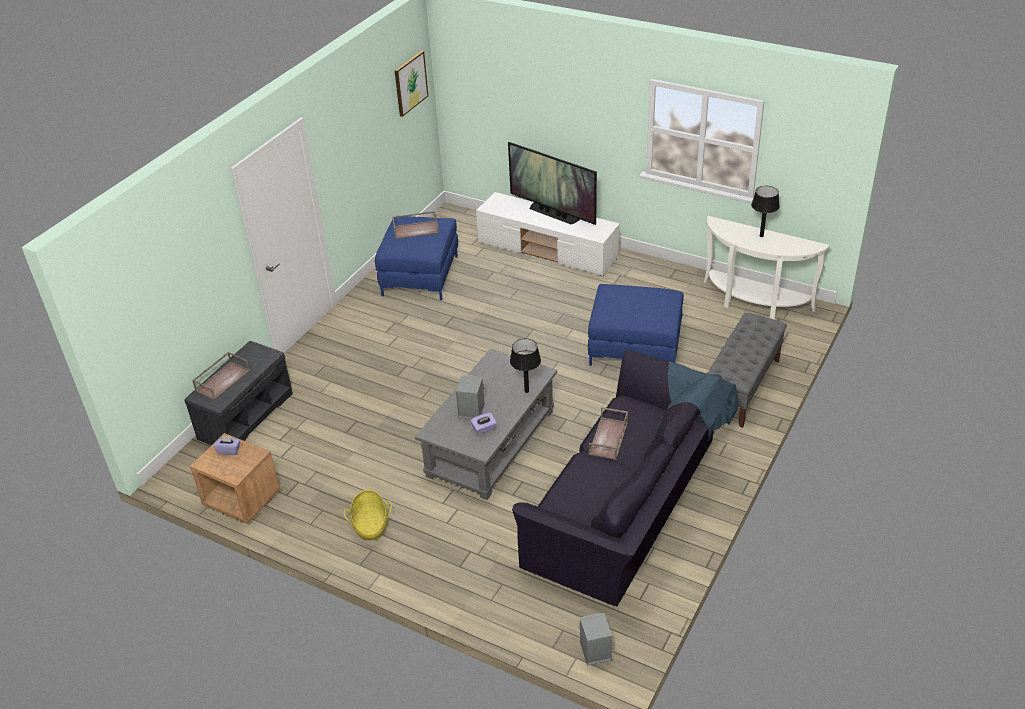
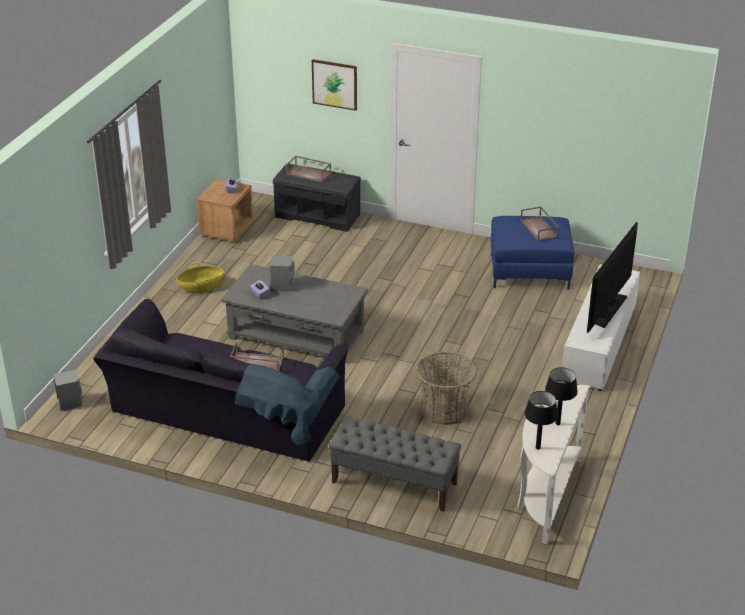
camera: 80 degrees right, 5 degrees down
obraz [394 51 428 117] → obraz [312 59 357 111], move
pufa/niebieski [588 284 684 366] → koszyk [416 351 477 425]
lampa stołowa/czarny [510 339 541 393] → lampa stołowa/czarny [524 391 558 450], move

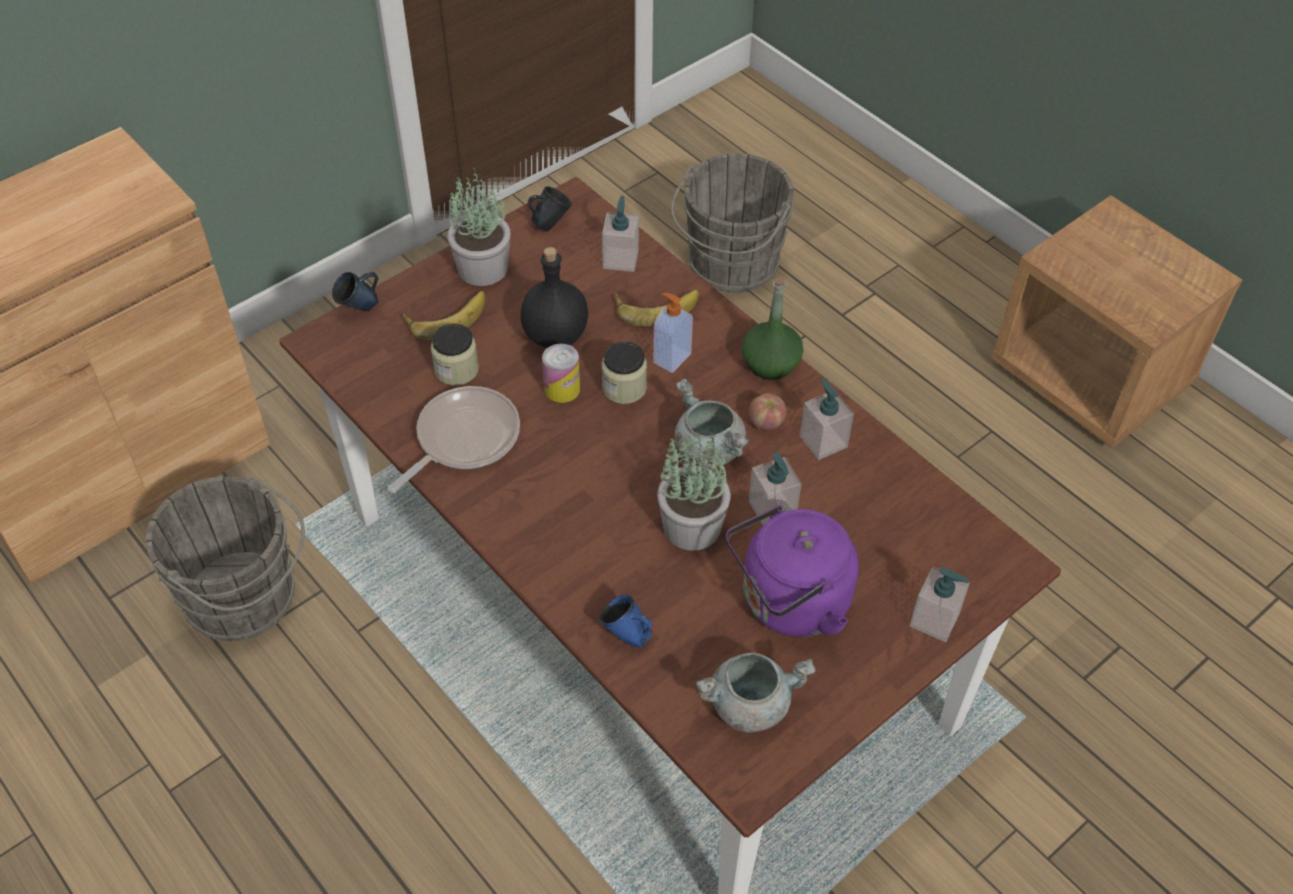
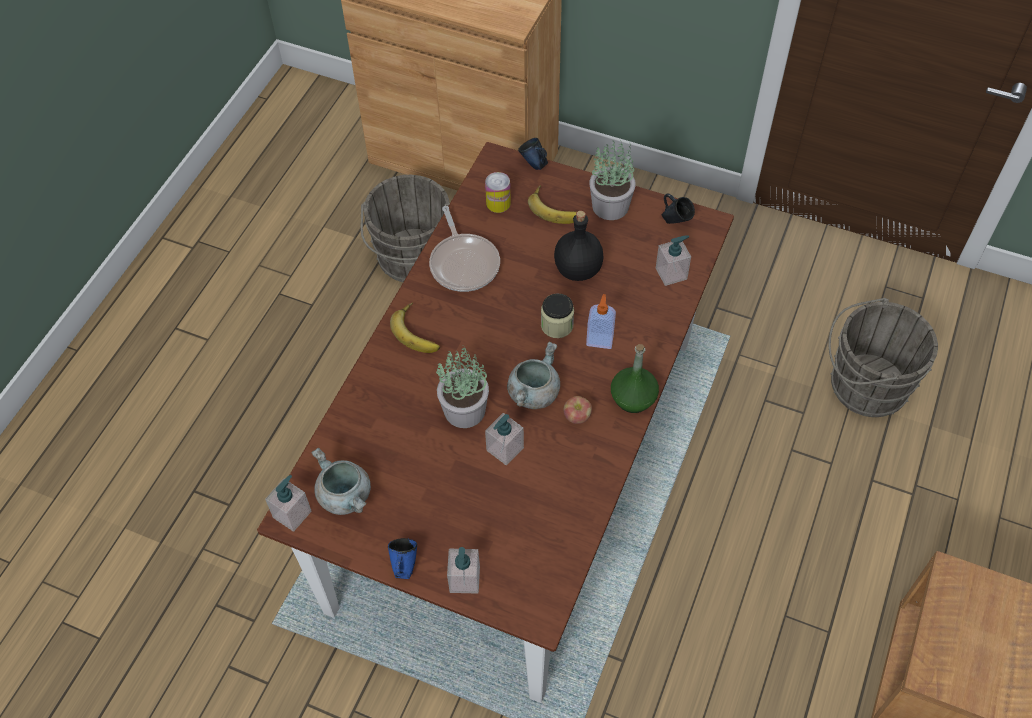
camera: 65 degrees right, 5 degrees up
dozownik mydła [800 378 854 460] → dozownik mydła [265 475 311 532], move
kubek/niebieski [600 595 652 648] → kubek/niebieski [388 538 417 579], move
banan [615 290 699 327] → banan [390 302 440 353], move
patelnia [388 386 520 493] → patelnia [429 206 500 292], 60 degrees clockwise
puszka [542 344 580 403] → puszka [485 172 511 213], move
słoik [431 323 479 385] → -
czajnik/fioletowy [726 505 859 637] → -

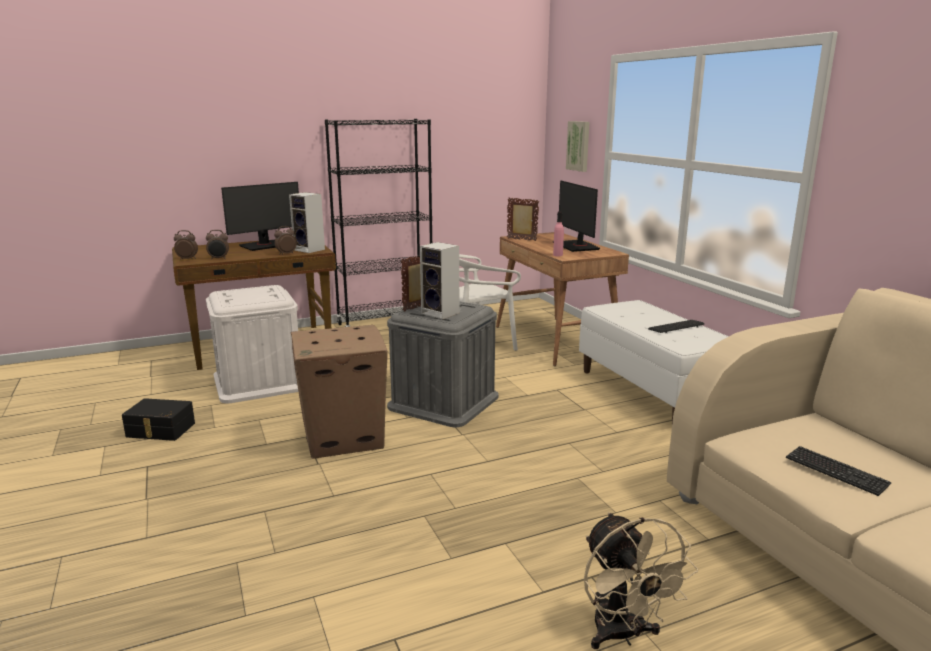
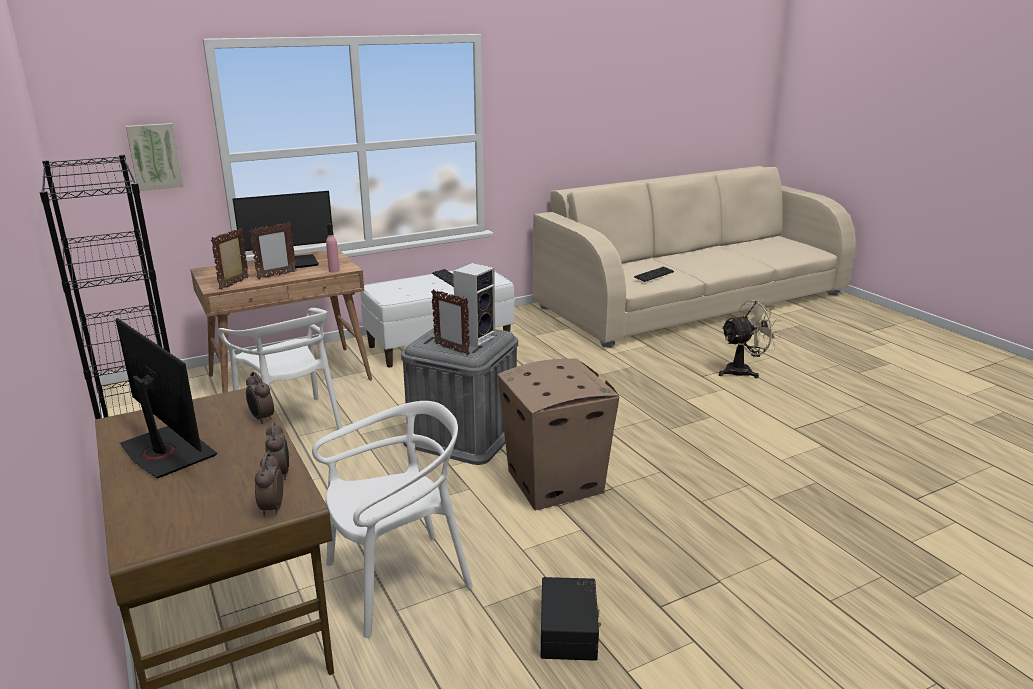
camera: 95 degrees left, 5 degrees up
- → ramka na zdjęcie [249 222 297 279]
pojemnik do przechowywania/biały [206 285 298 403] → krzesło/biały [312 401 473 638]
głośnik [289 192 325 253] → -

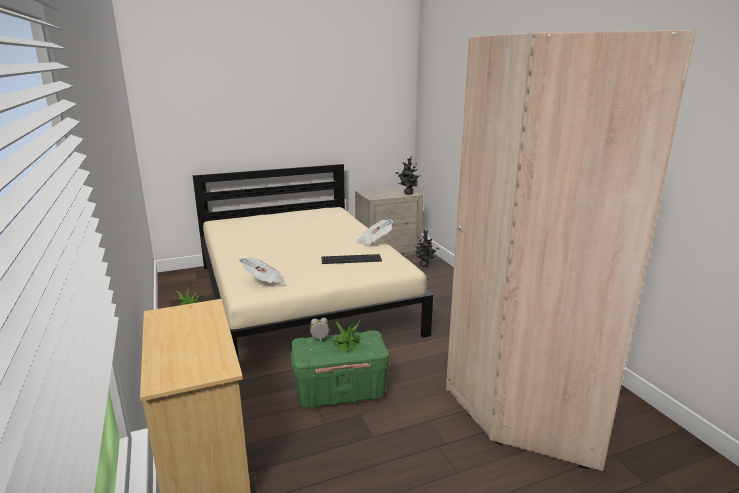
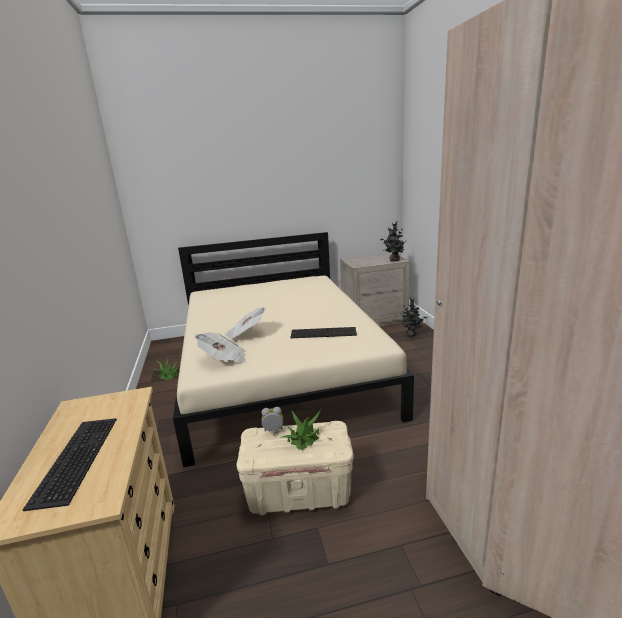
camera: 10 degrees right, 0 degrees up
- → klawiatura [22 418 117 511]
gazeta [355 219 394 246] → gazeta [225 307 266 340], move
pojemnik do przechowywania/zielony [291 330 390 409] → pojemnik do przechowywania/beżowy [236 421 354 516]

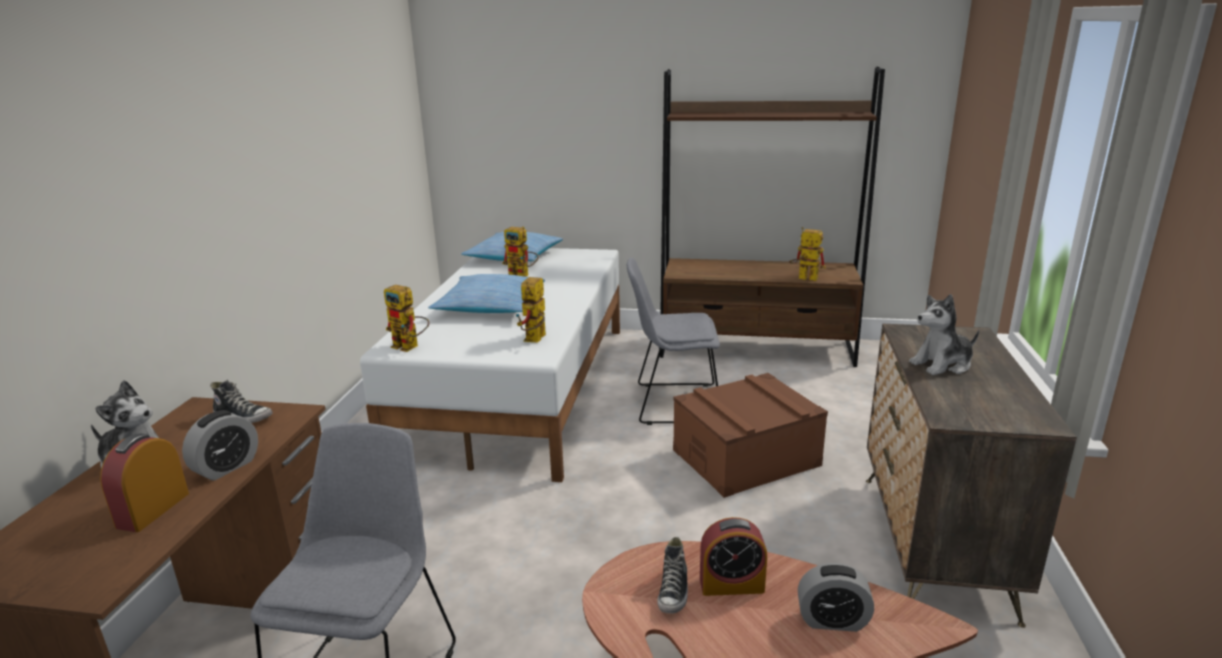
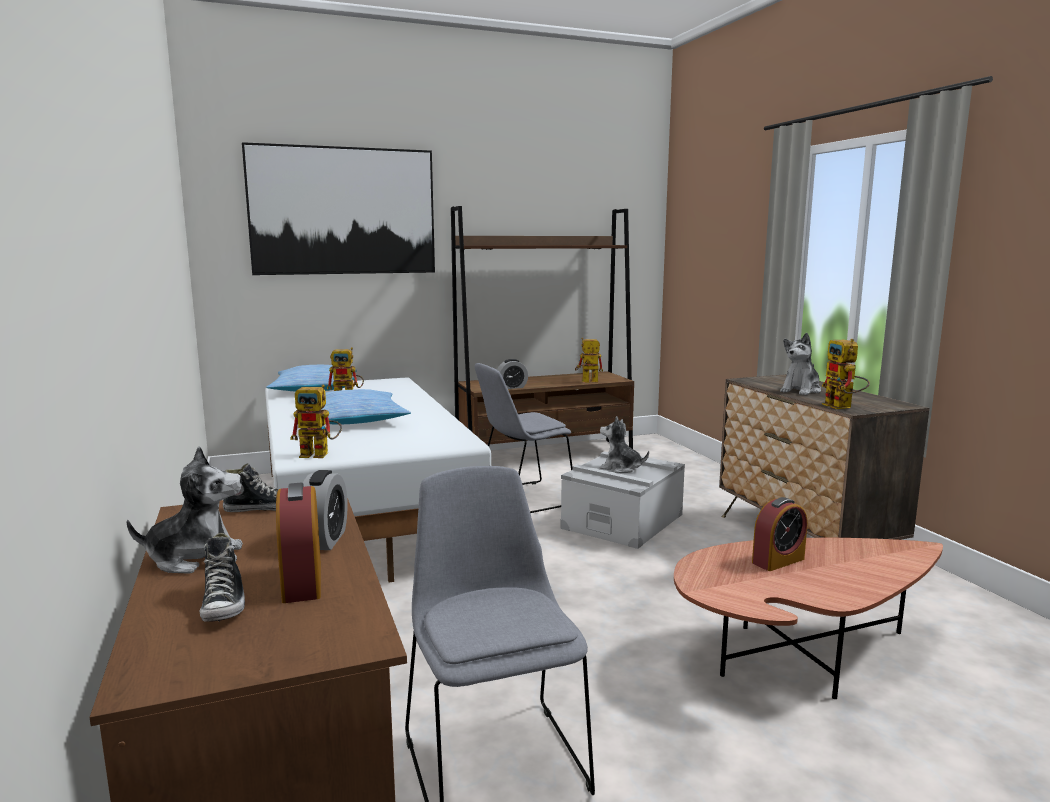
camera: 30 degrees left, 10 degrees down
but [657 537 688 614] → but [200 533 245 622], move
- → obraz [242 142 435 275]
budzik [798 563 874 632] → budzik [497 359 528 389], move
pojemnik do przechowywania/brązowy [673 373 828 498] → pojemnik do przechowywania/szary [560 451 685 549]
- → pluszak [600 416 649 473]
robot zabawkowy [516 277 546 343] → robot zabawkowy [822 339 870 409], move

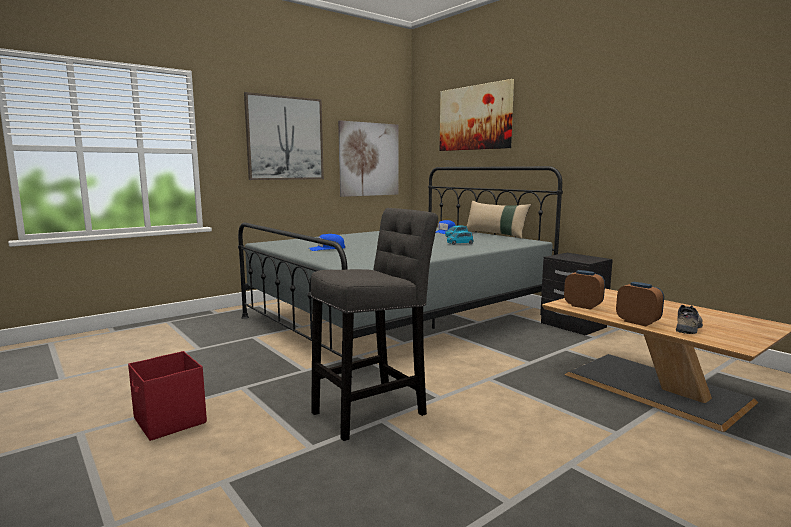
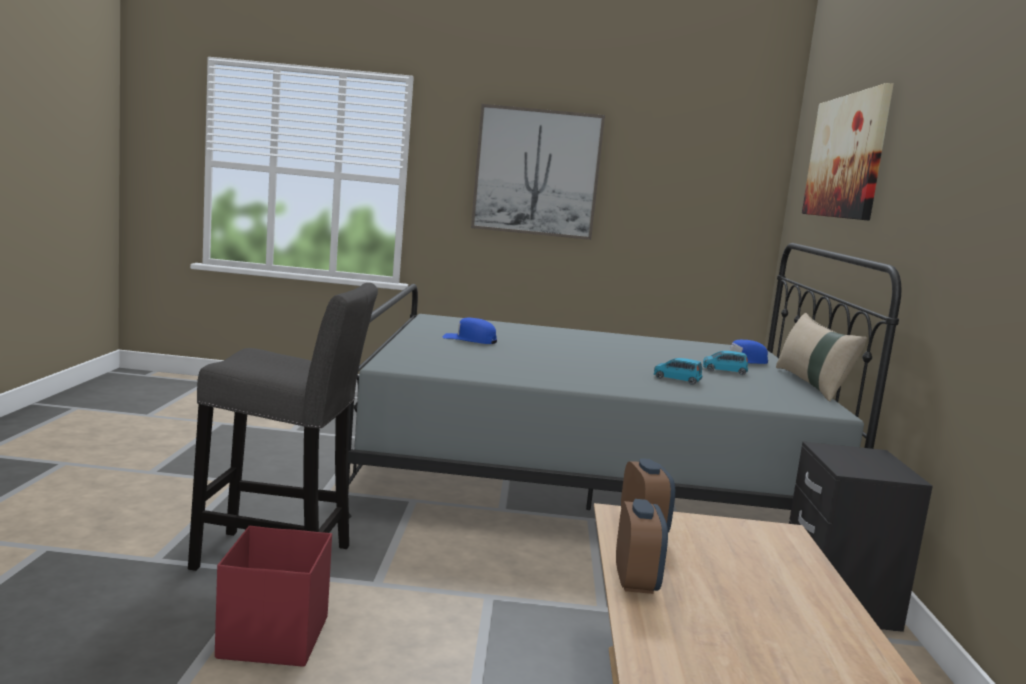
camera: 40 degrees right, 0 degrees up
pojemnik do przechowywania/czerwony [128 351 207 441] → pojemnik do przechowywania/czerwony [215 526 332 667], move
obraz [338 120 399 197] → -
but [676 305 703 334] → -

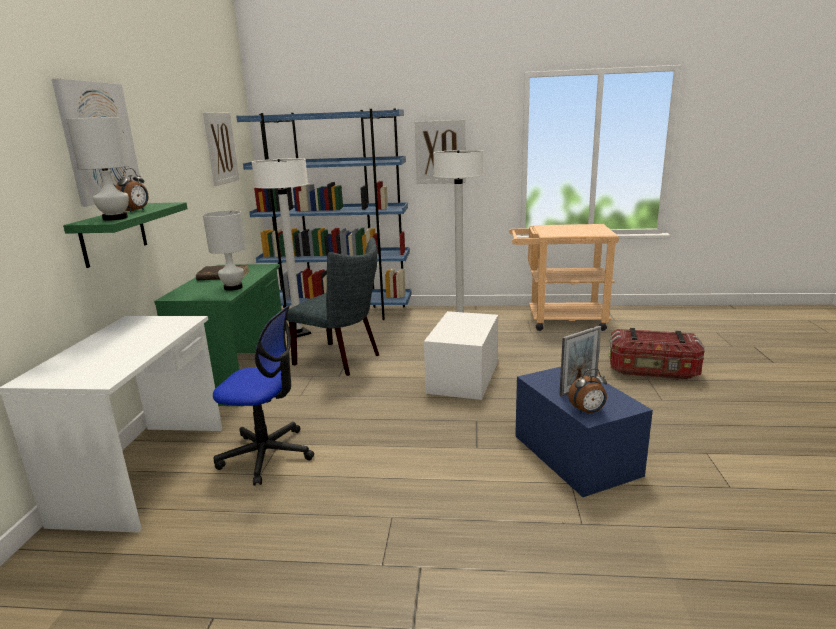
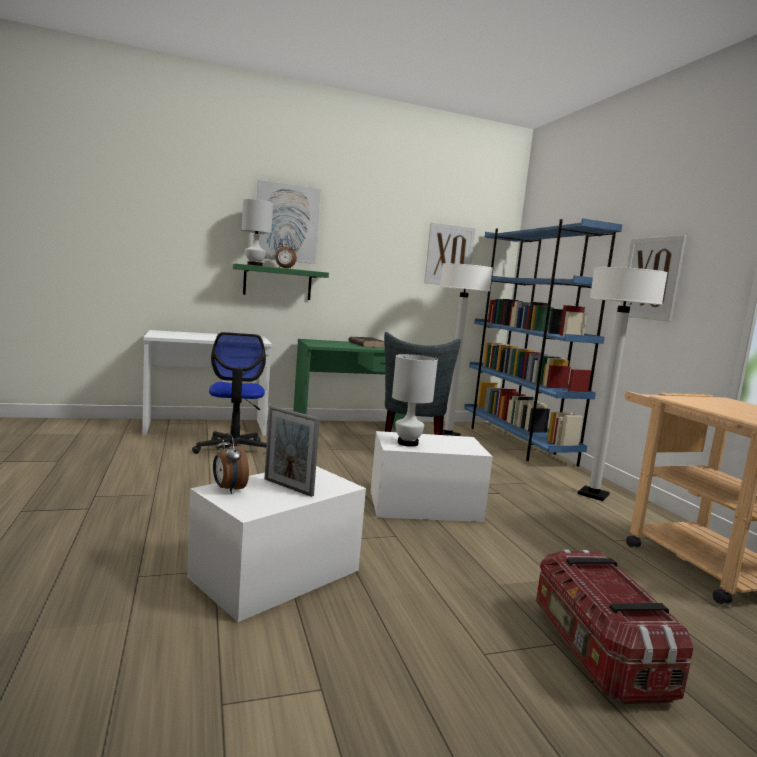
camera: 65 degrees right, 10 degrees down
pojemnik do przechowywania/niebieski [515 367 653 497] → pojemnik do przechowywania/biały [187 466 366 622]
lampa stołowa/biały [203 211 246 291] → lampa stołowa/biały [392 354 438 447], move

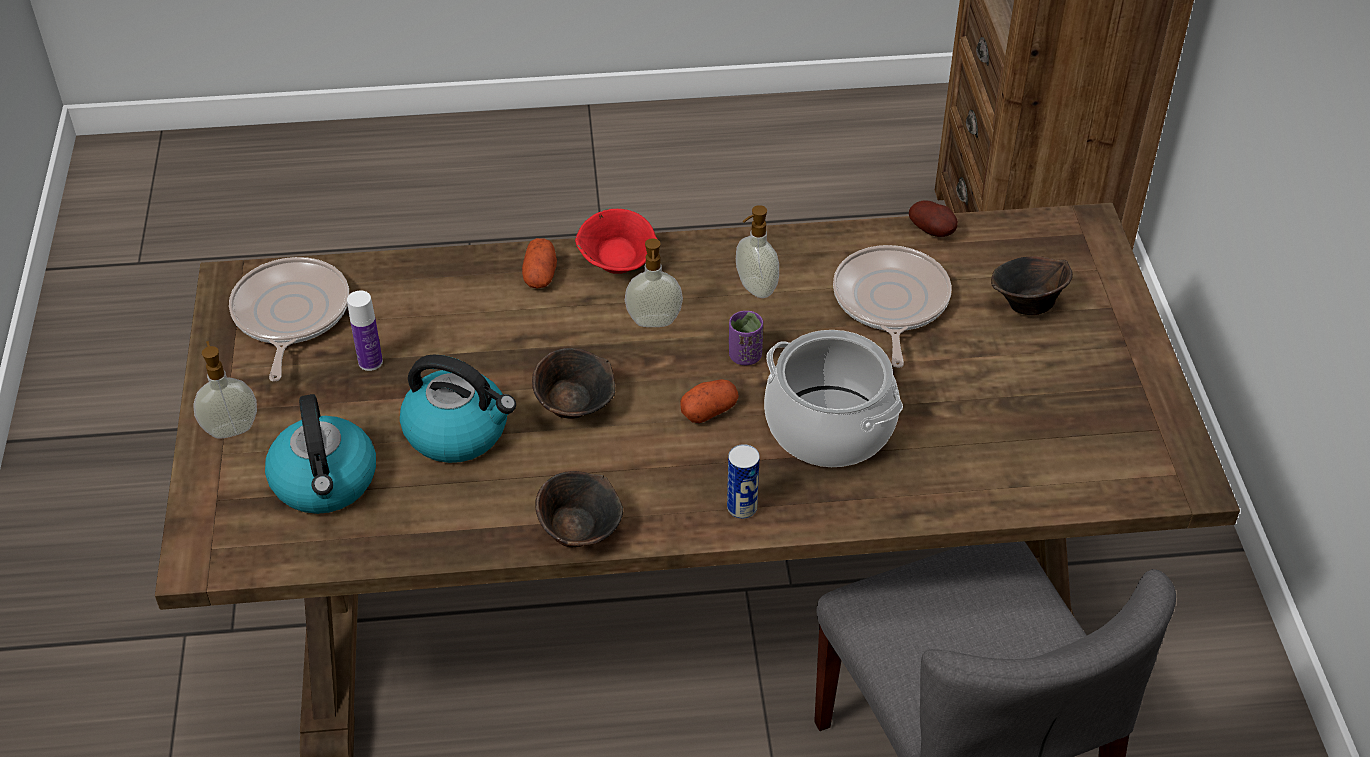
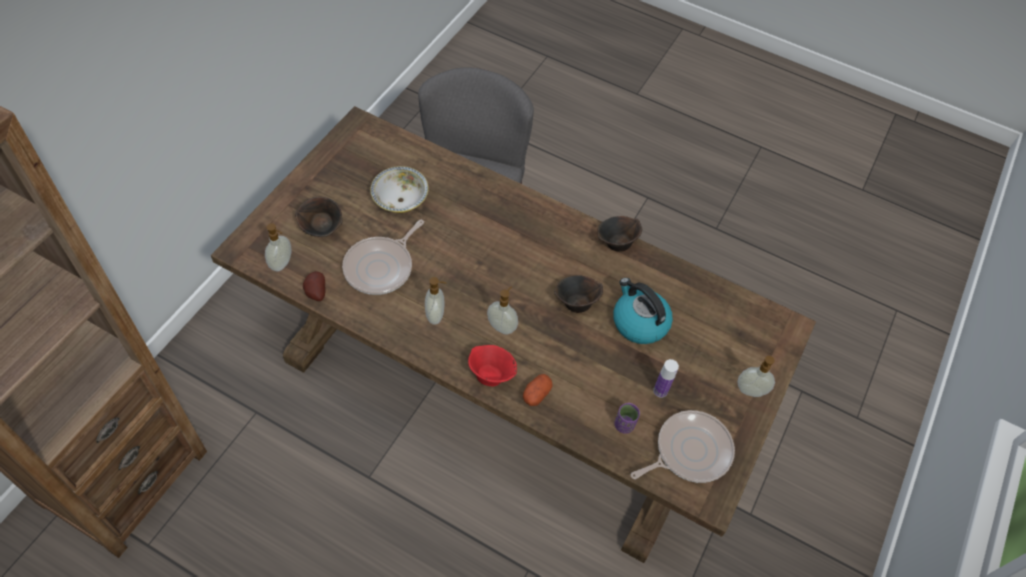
camera: 150 degrees left, 10 degrees up
- → dozownik mydła [265 223 292 272]
- → miska [370 166 429 213]
filiżanka/fioletowy [729 311 763 365] → filiżanka/fioletowy [615 403 640 434], move
patelnia [229 257 349 382] → patelnia [631 410 735 483], 150 degrees counterclockwise
czajnik [265 394 376 514] → -
ziemniak [680 379 739 423] → -
puszka [727 444 760 519] → -
garnek [764 330 903 467] → -

